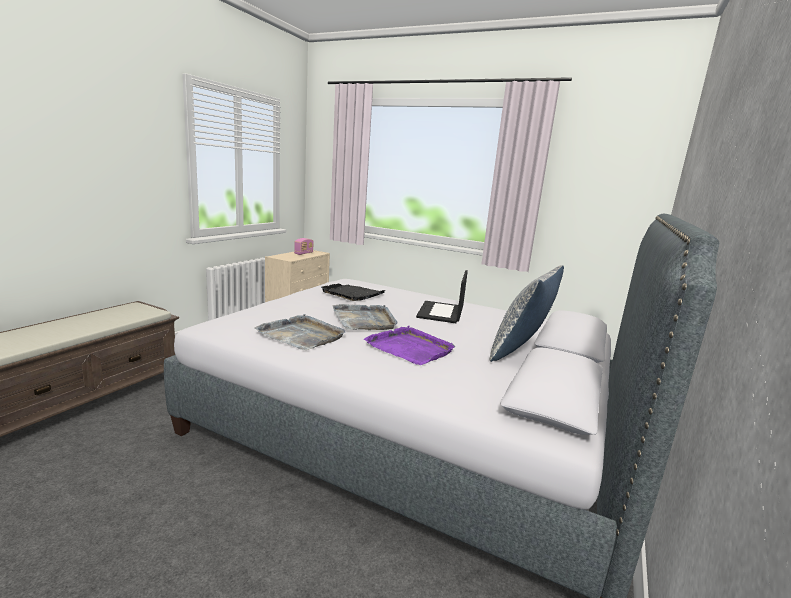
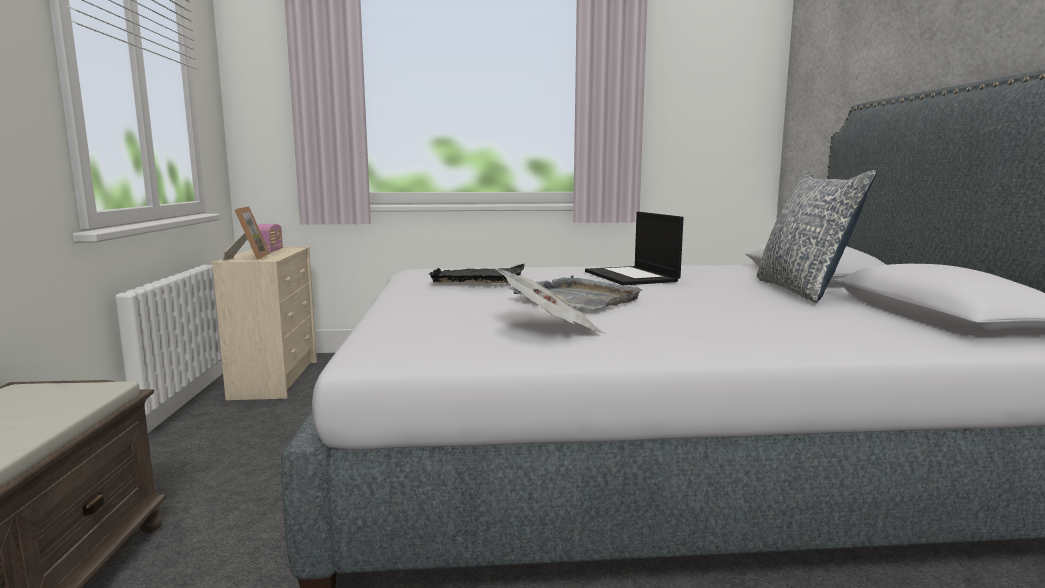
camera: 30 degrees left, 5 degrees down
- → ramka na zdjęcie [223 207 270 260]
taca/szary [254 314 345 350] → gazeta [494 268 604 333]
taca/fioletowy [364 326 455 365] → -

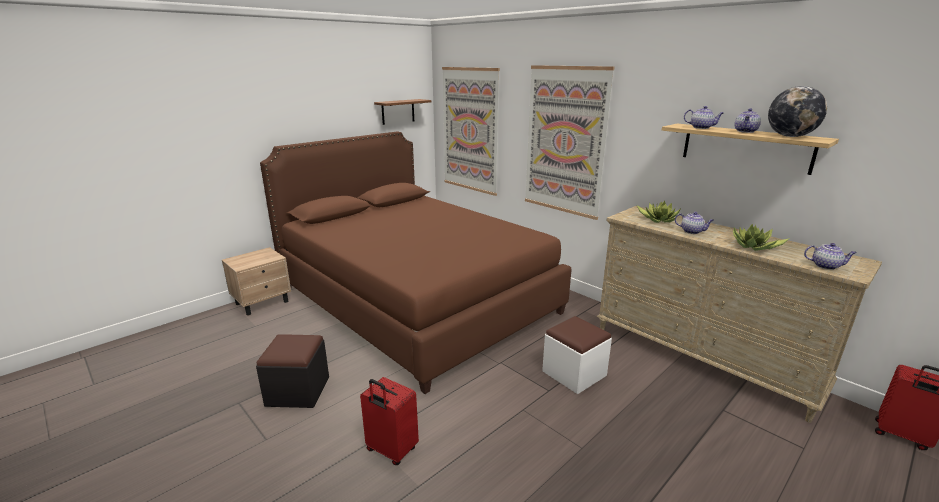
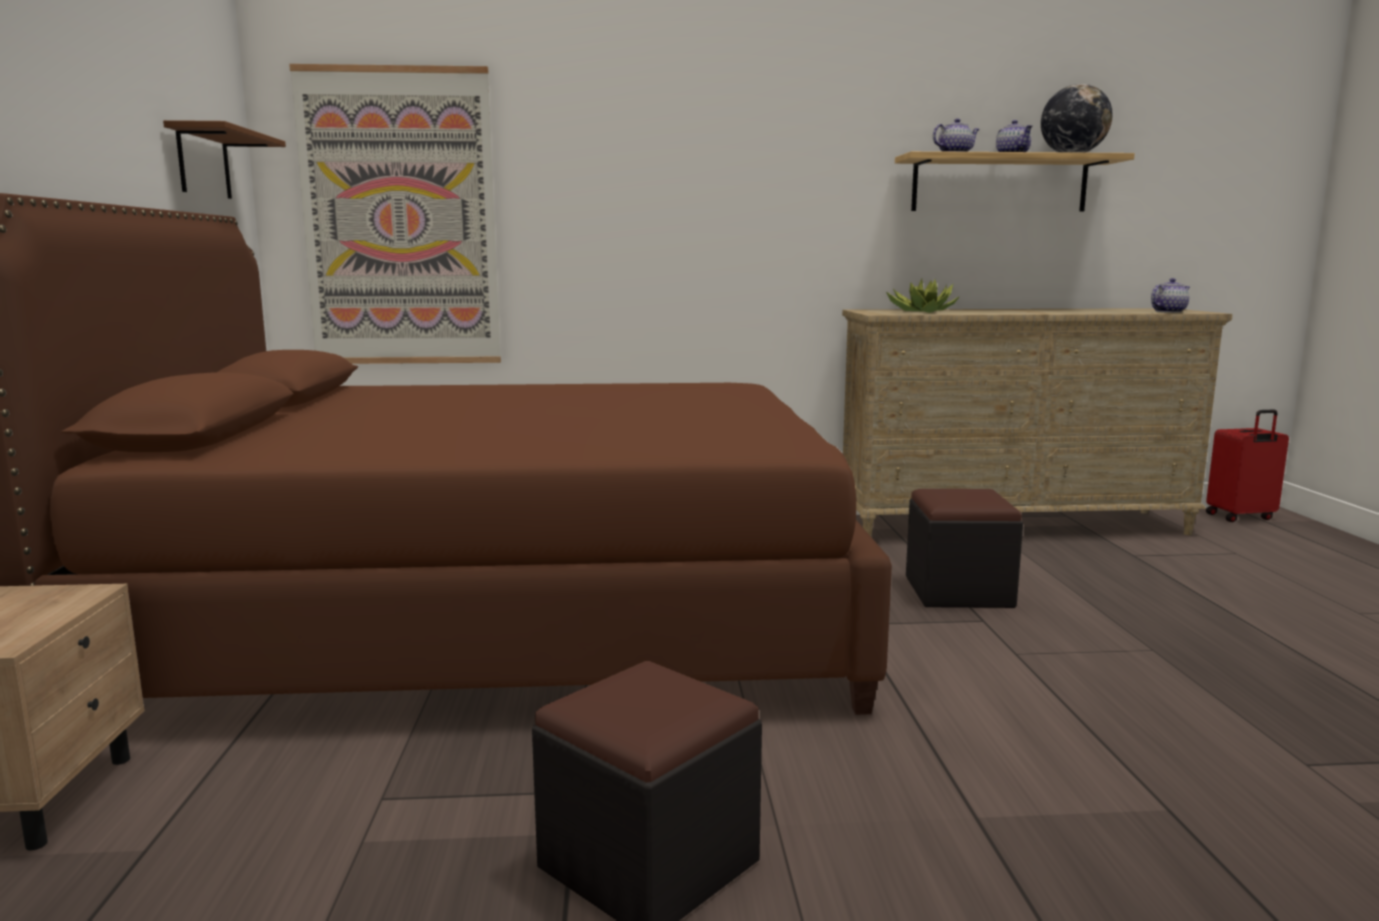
camera: 50 degrees left, 10 degrees down
pufa/biały [542 316 612 394] → pufa/czarny [906 489 1023 608]
walizka/czerwony [360 377 419 465] → -
obraz [525 65 615 220] → -
imbryk [675 212 714 234] → -
roślina doniczkowa [733 224 790 251] → -

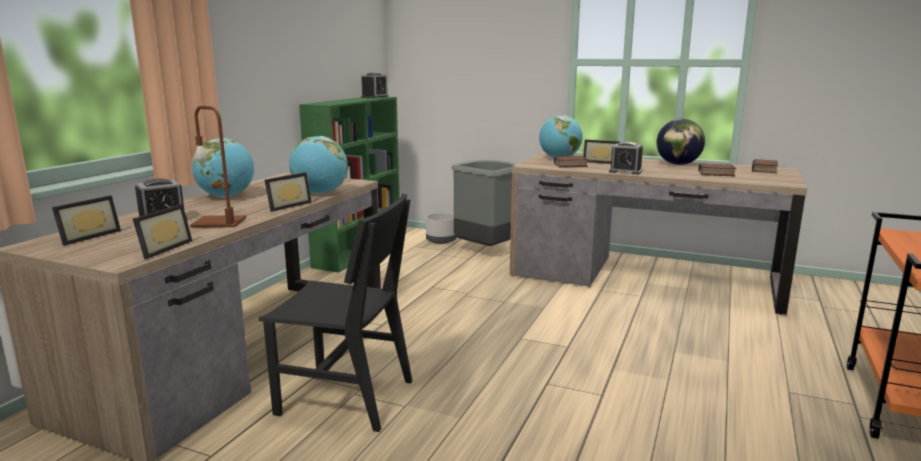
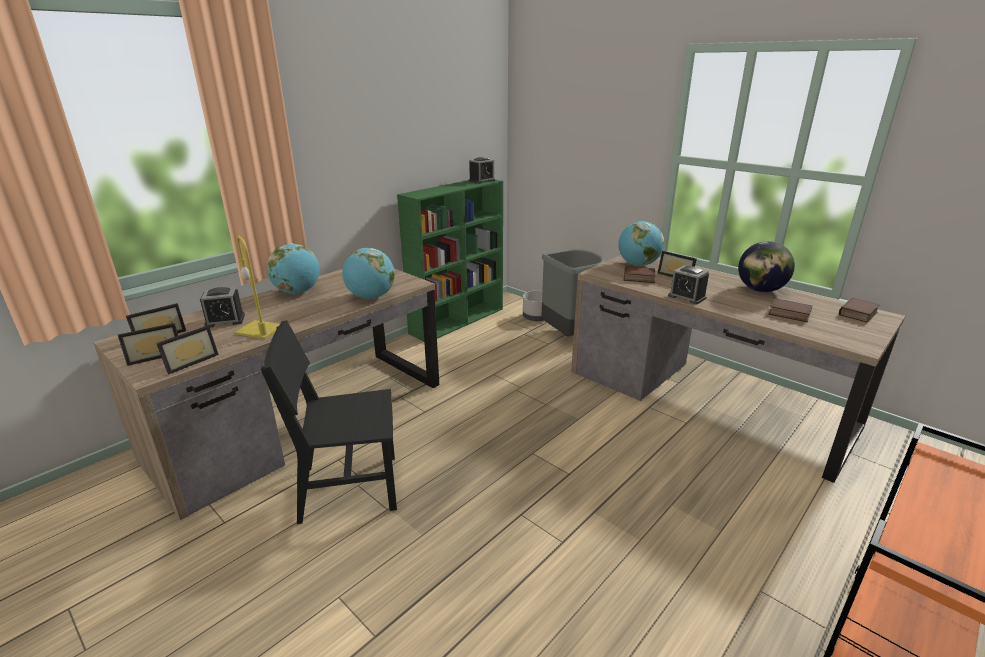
camera: 20 degrees right, 10 degrees up
ramka na zdjęcie [265 172 312 212] → ramka na zdjęcie [118 323 178 366], move
lampa stołowa/brązowy [190 106 246 227] → lampa stołowa/żółty [235 236 280 339]
krzesło/czarny [259 194 412 432] → krzesło/czarny [261 320 397 524], 135 degrees clockwise

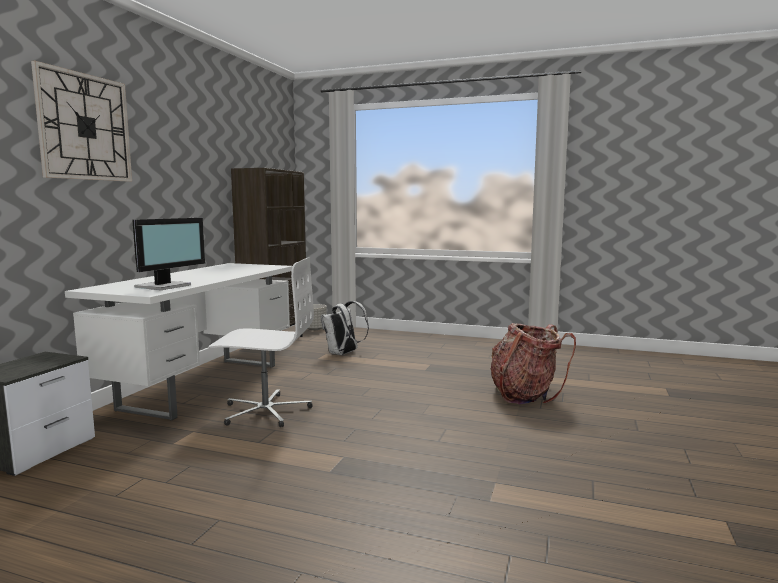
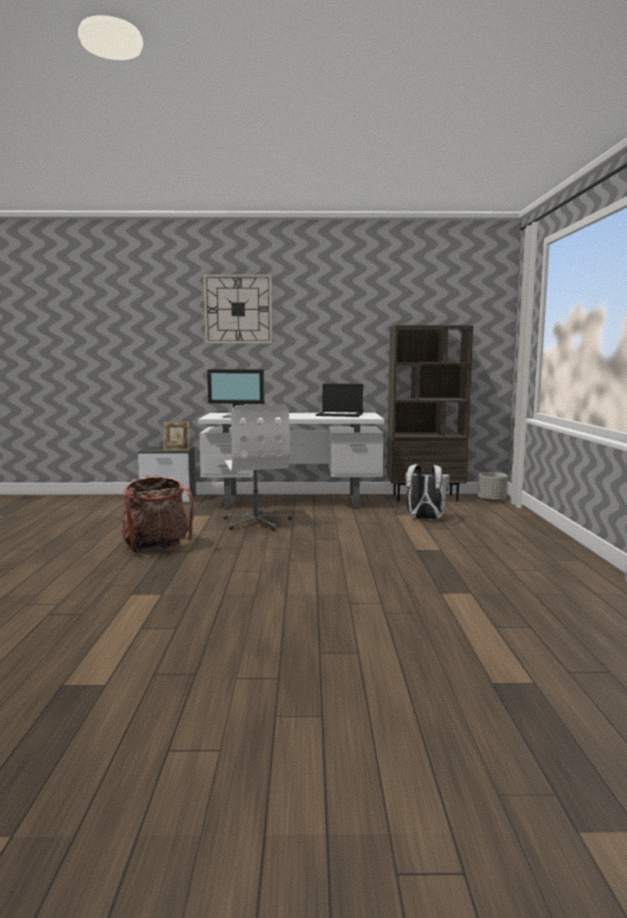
camera: 70 degrees right, 0 degrees up
plecak [491 323 576 404] → plecak [122 474 193 553], move
- → ramka na zdjęcie [164 422 189 451]
- → laptop [316 384 363 417]

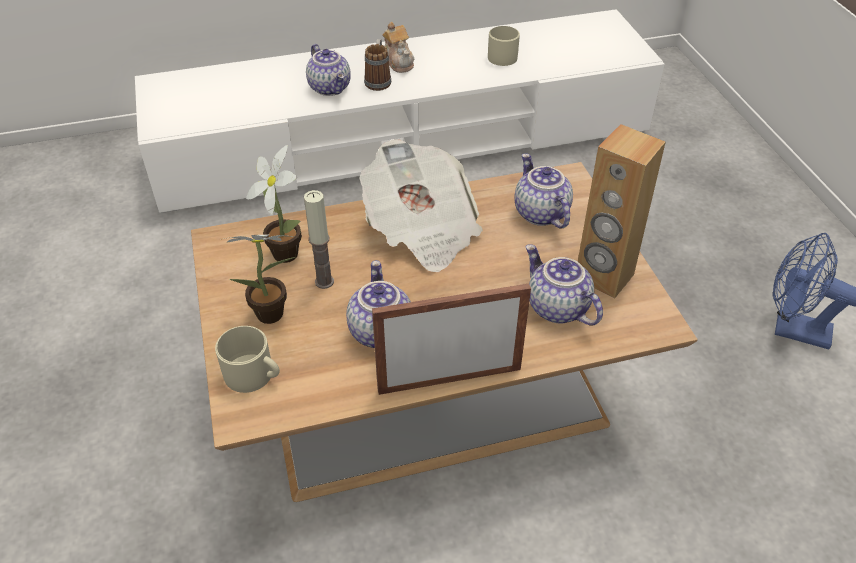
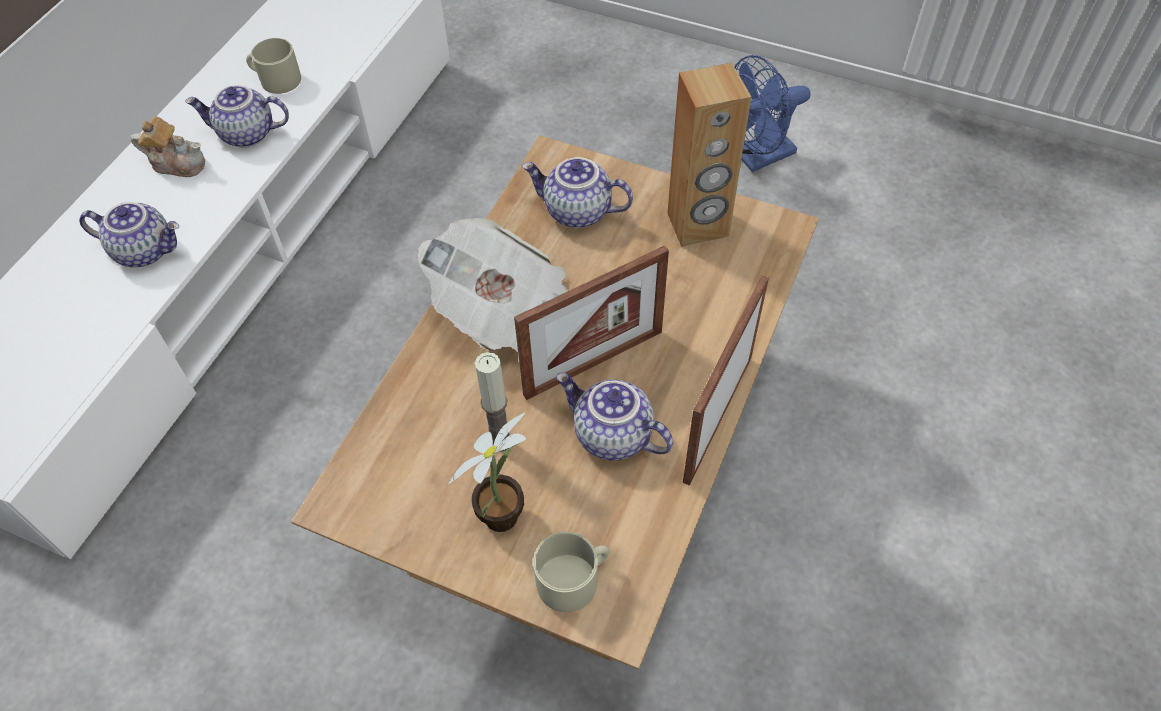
camera: 50 degrees left, 10 degrees up
imbryk [525 244 603 326] → imbryk [185 85 289 147], move
- → ramka na zdjęcie [514 246 669 400]
roślina doniczkowa [246 145 302 263] → -
kubek [364 39 391 91] → -

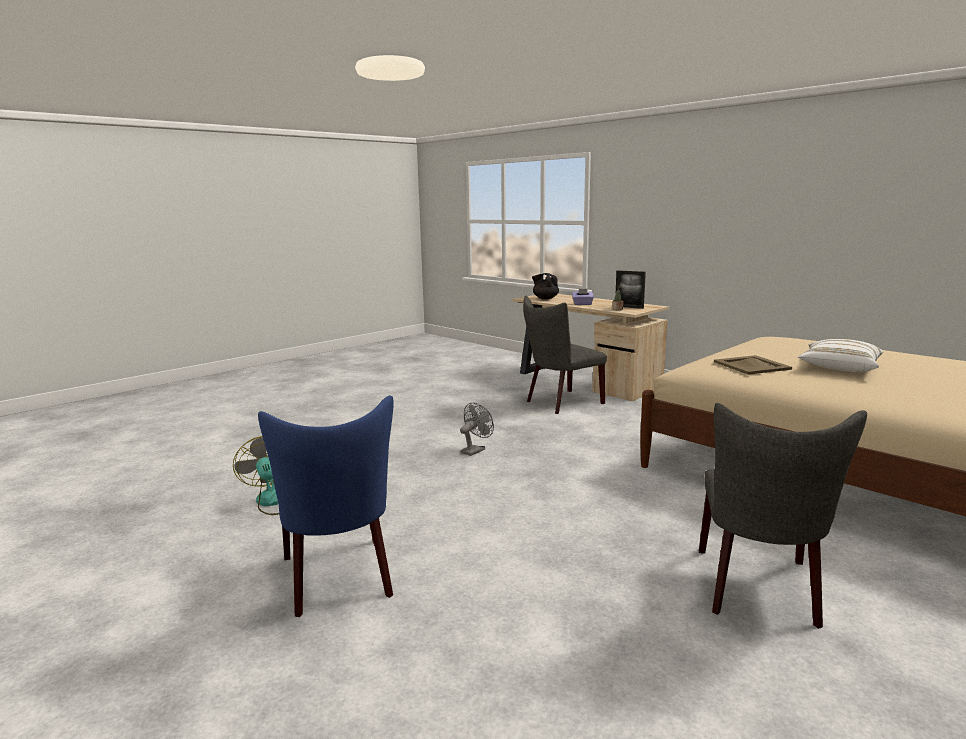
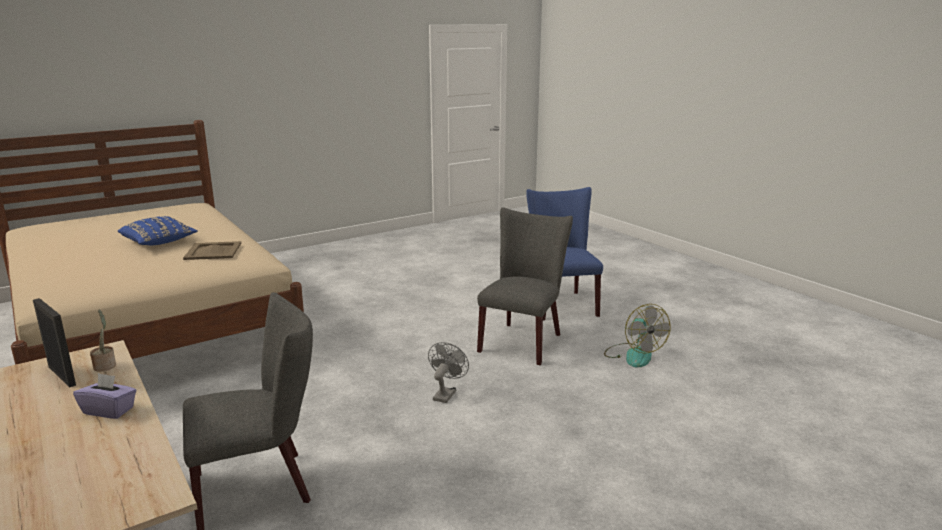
camera: 170 degrees left, 5 degrees up
poduszka/biały [798 339 883 372] → poduszka/niebieski [118 216 198 245]
wentylator/szary [460 403 494 456] → wentylator/szary [428 342 469 403], 150 degrees clockwise
krzesło/szary [699 403 867 629] → krzesło/szary [477 208 573 365], move
imbryk/czarny [532 273 559 300] → -

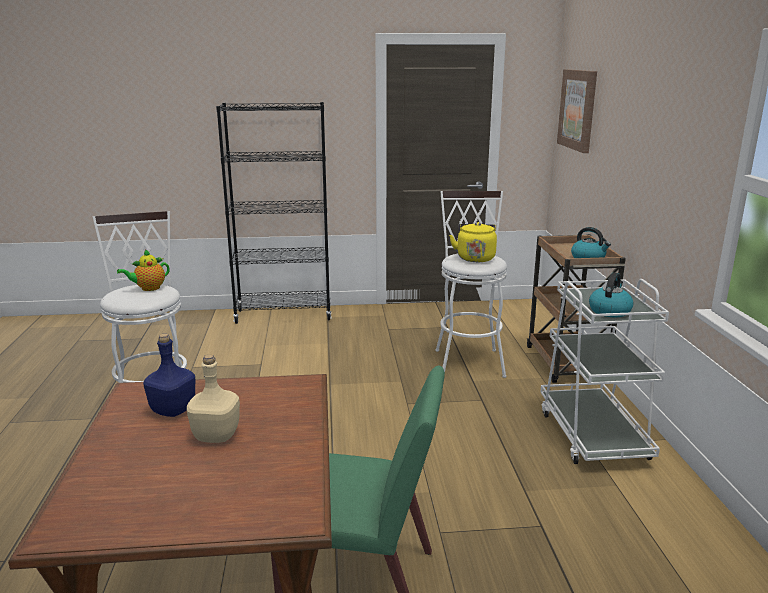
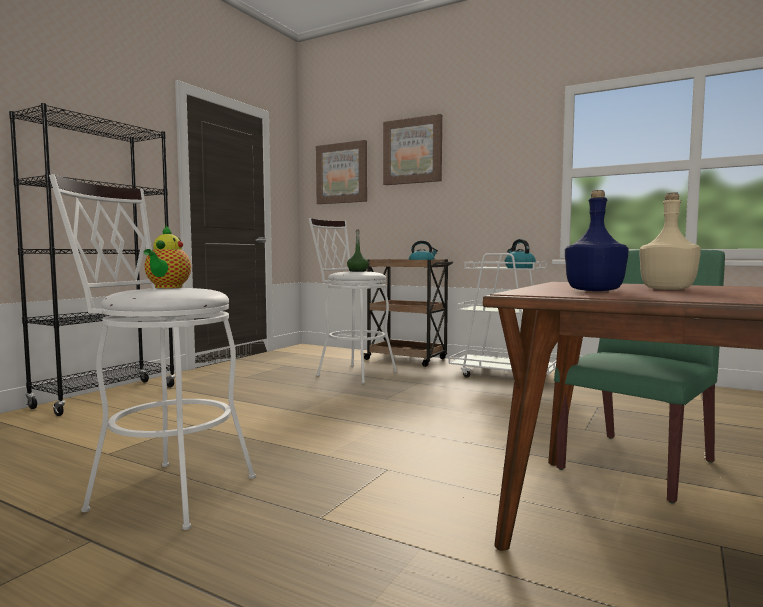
camera: 55 degrees left, 15 degrees down
czajnik/żółty [449 222 497 262] → butelka/zielony [347 230 369 272]
- → obraz [383 114 442 185]

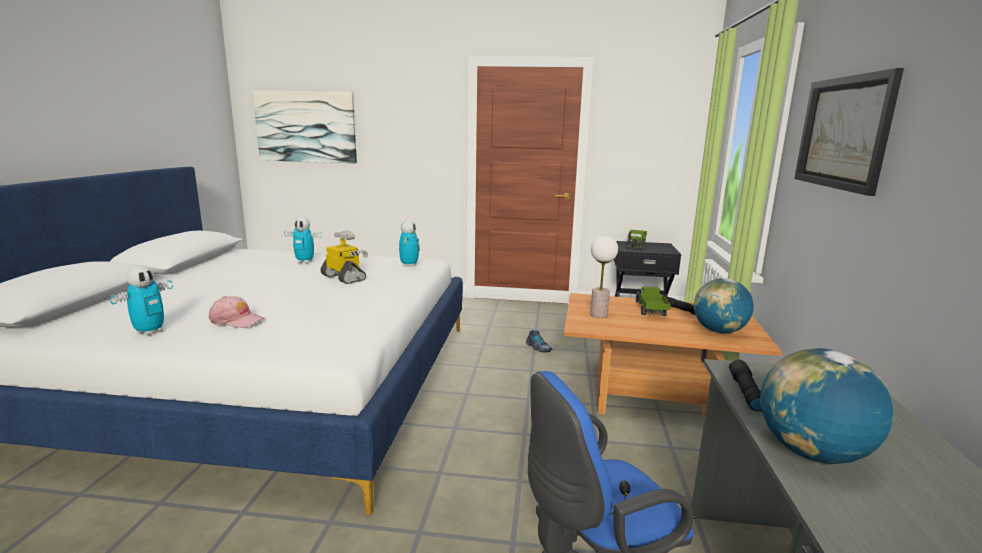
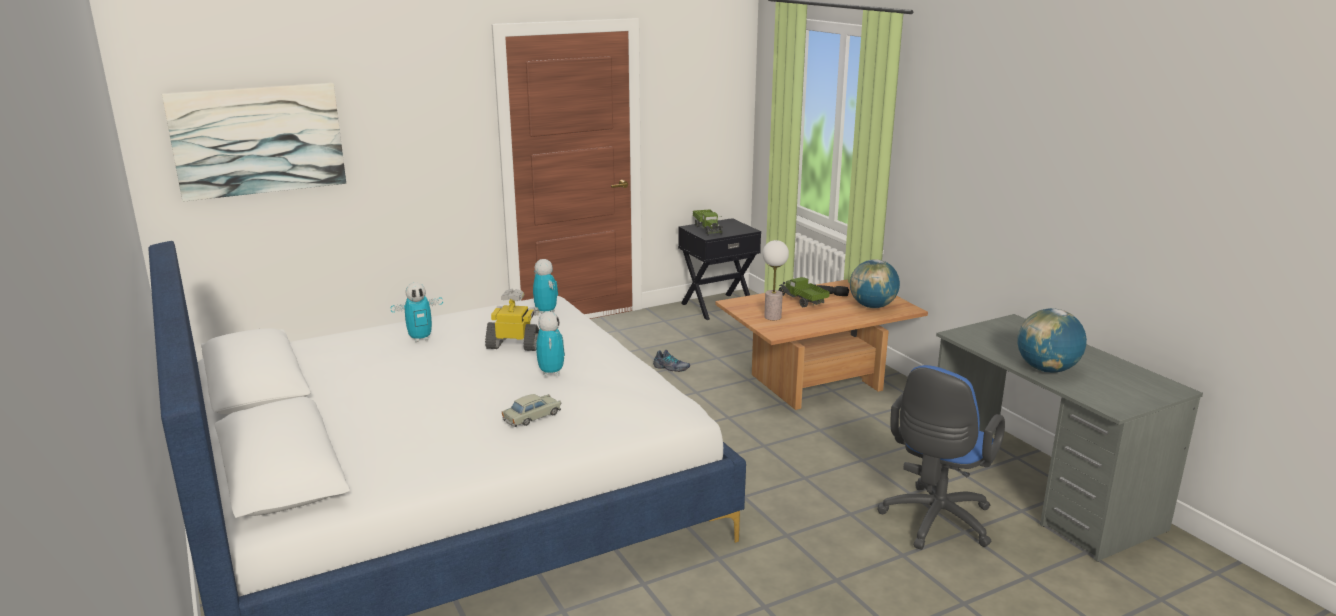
camera: 35 degrees left, 5 degrees up
czapka z daszkiem/różowy [209 296 265 328] → samochodzik/beżowy [502 394 561 427]
robot zabawkowy [110 265 173 336] → robot zabawkowy [536 312 565 376], move
latarka/czarny [729 360 762 411] → -
obraz [794 68 904 196] → -

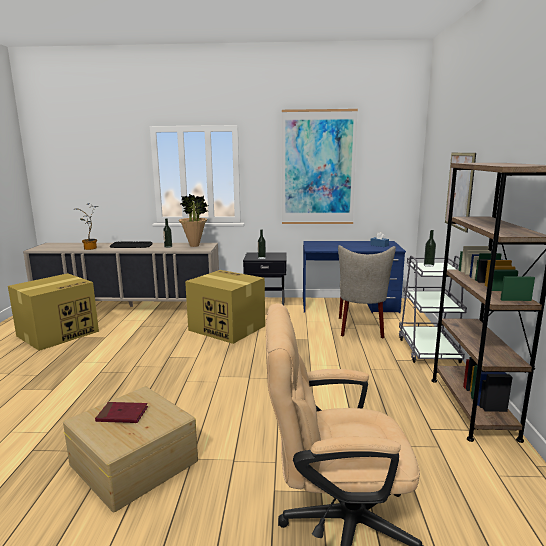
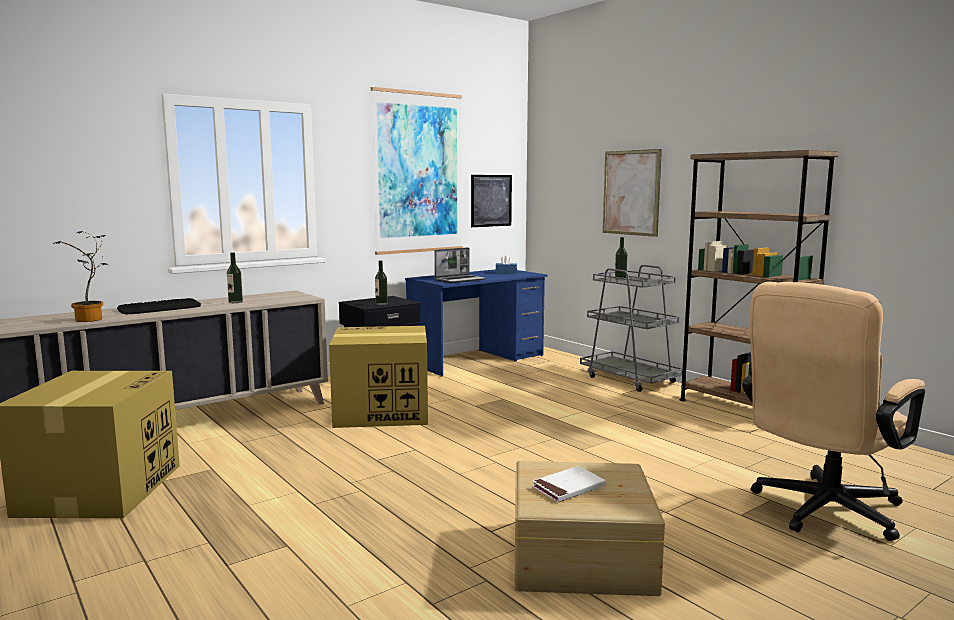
camera: 40 degrees left, 5 degrees down
- → laptop [434 247 486 283]
- → obraz [471 175 512 227]
książka/czerwony [95 402 148 423] → książka/biały [532 466 606 502]
roślina doniczkowa [179 194 208 247] → -
krzesło/beżowy [338 245 396 338] → -

